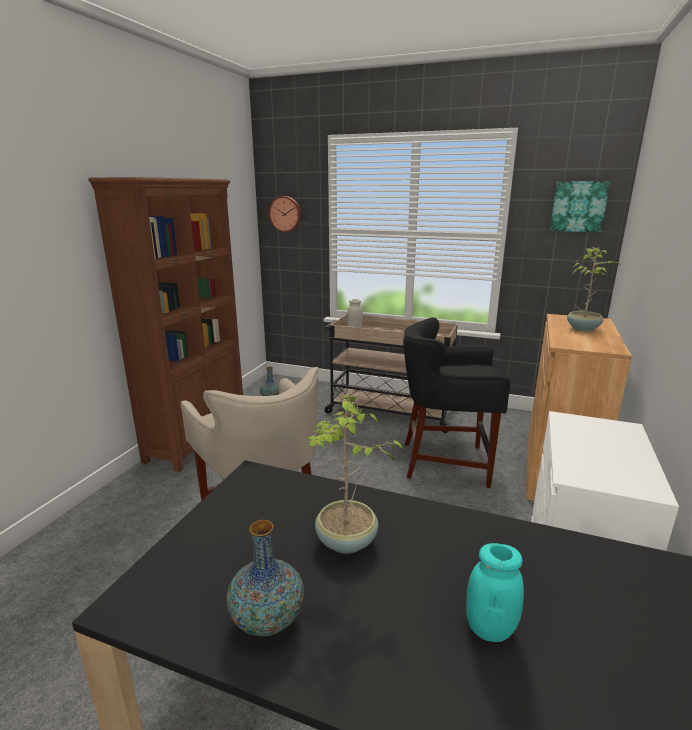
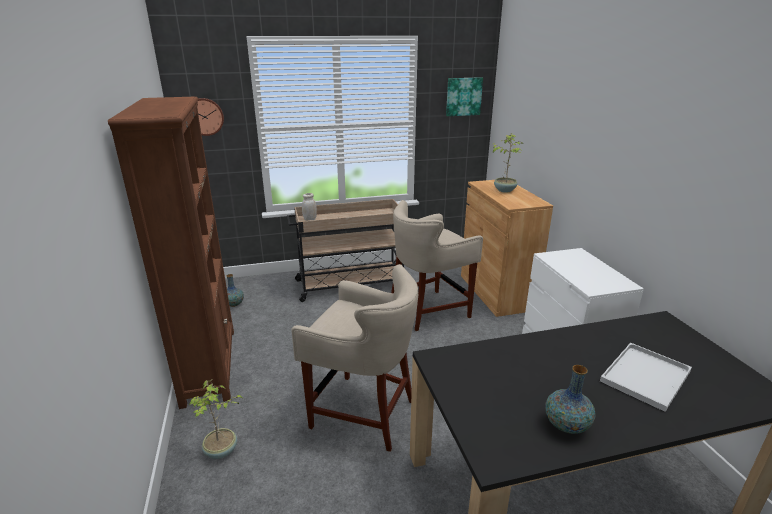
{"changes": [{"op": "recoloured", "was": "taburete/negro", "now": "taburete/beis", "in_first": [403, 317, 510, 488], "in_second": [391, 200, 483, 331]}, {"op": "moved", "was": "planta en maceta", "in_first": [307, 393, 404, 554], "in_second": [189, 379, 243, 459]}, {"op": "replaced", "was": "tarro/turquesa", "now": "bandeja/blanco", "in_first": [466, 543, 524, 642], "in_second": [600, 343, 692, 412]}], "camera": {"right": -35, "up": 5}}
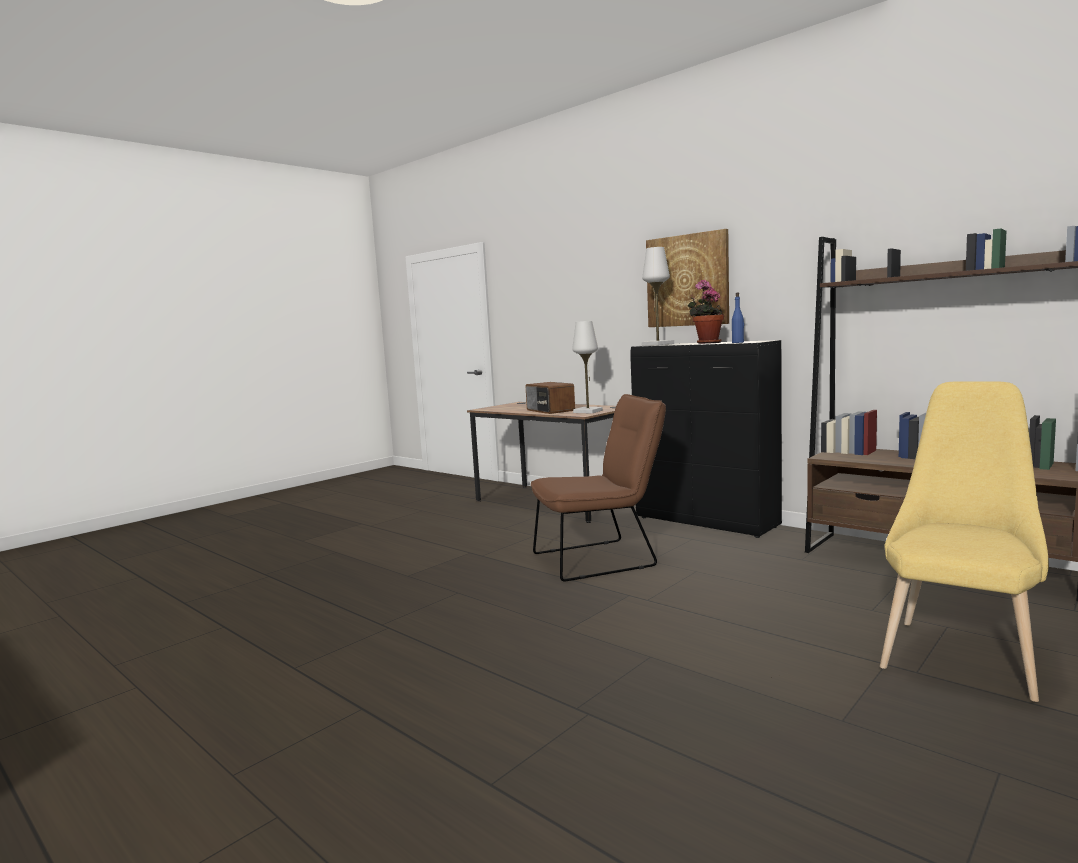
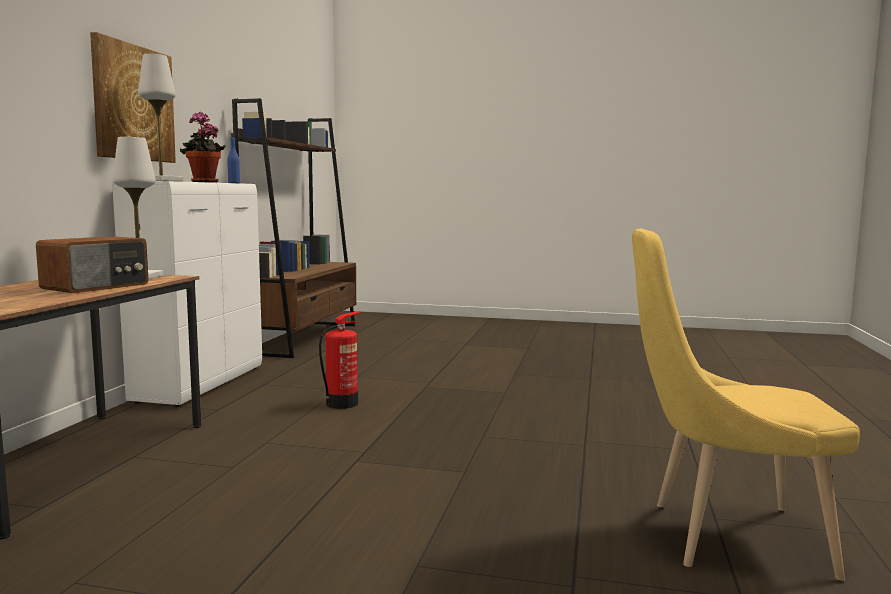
{"changes": [{"op": "recoloured", "was": "armario/negro", "now": "armario/blanco", "in_first": [630, 340, 782, 538], "in_second": [112, 181, 262, 407]}, {"op": "moved", "was": "silla/amarillo", "in_first": [880, 381, 1049, 702], "in_second": [632, 229, 860, 581]}, {"op": "replaced", "was": "silla/marrón", "now": "extintor", "in_first": [531, 394, 666, 581], "in_second": [319, 311, 361, 409]}], "camera": {"right": -120, "up": 0}}
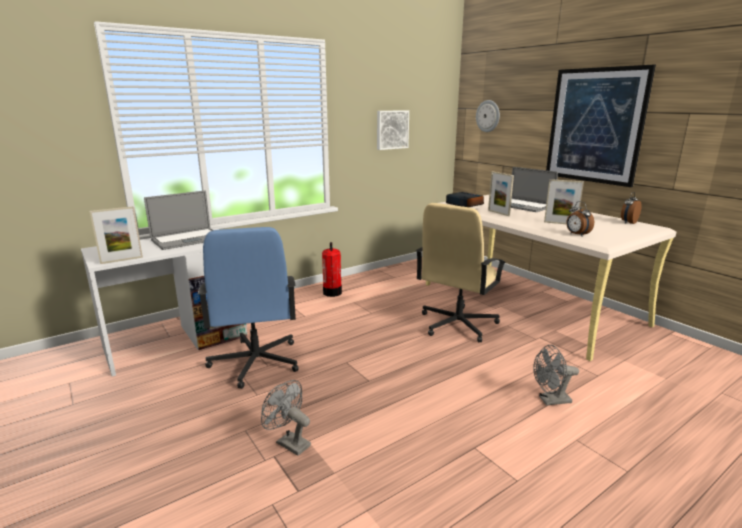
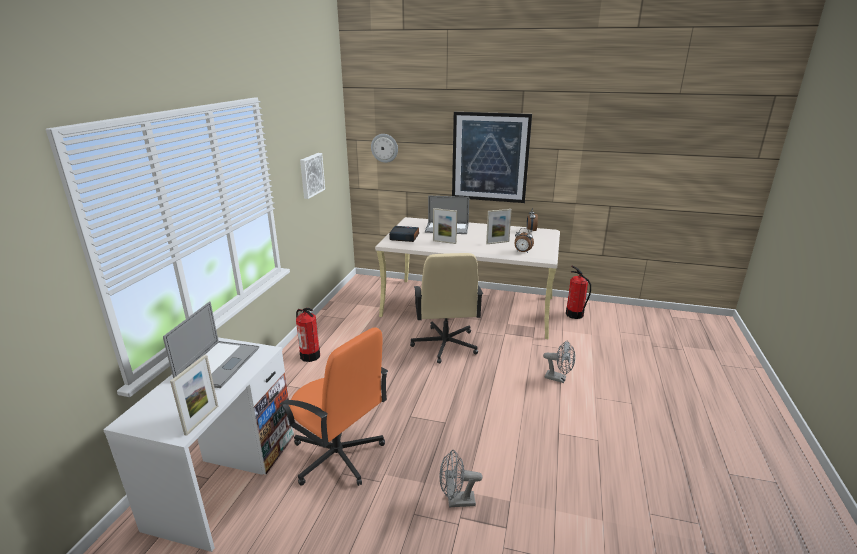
{"changes": [{"op": "recoloured", "was": "silla de oficina/azul", "now": "silla de oficina/naranja", "in_first": [198, 227, 299, 389], "in_second": [279, 327, 388, 486]}, {"op": "turned", "was": "ventilador/gris", "in_first": [533, 345, 579, 406], "in_second": [543, 341, 575, 383], "clockwise": -105}, {"op": "added", "now": "extintor", "in_second": [566, 266, 591, 319]}], "camera": {"right": -40, "up": 5}}
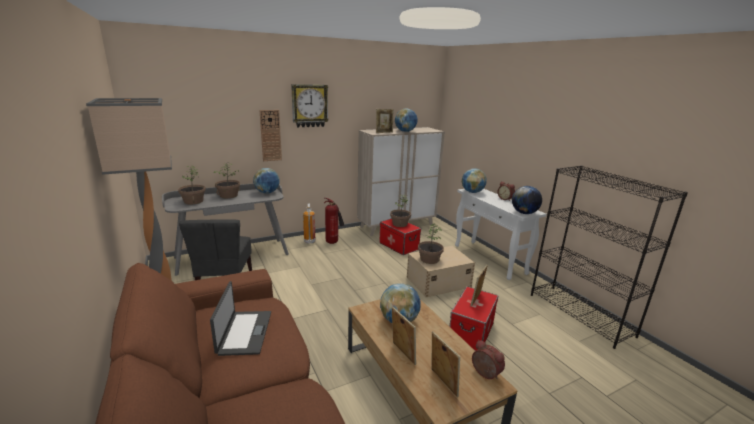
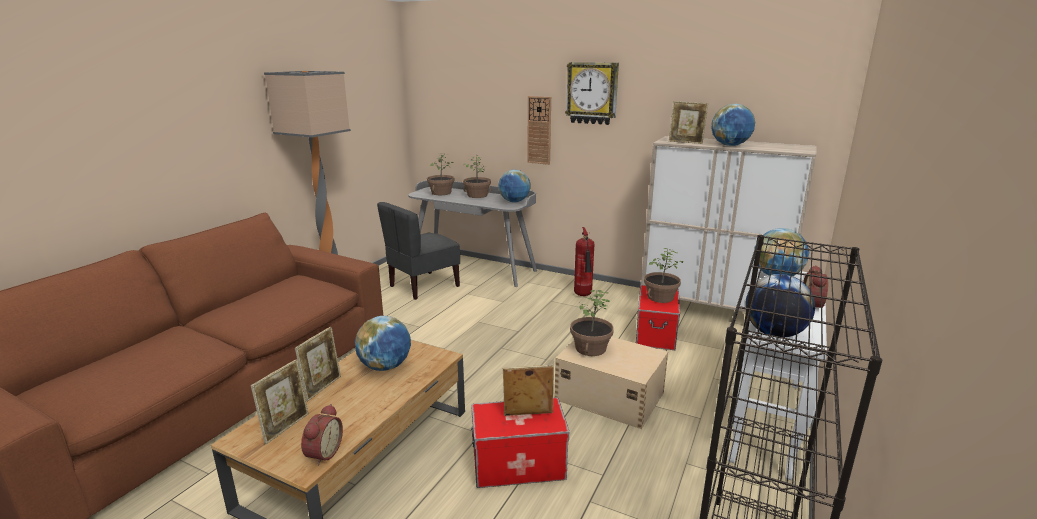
{"changes": [{"op": "removed", "was": "extintor", "in_first": [303, 203, 316, 244]}, {"op": "removed", "was": "portátil", "in_first": [210, 281, 271, 356]}], "camera": {"right": 55, "up": 0}}
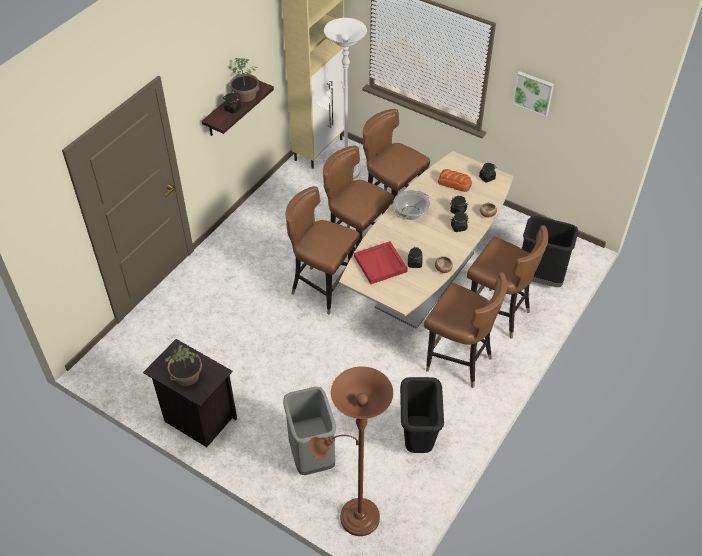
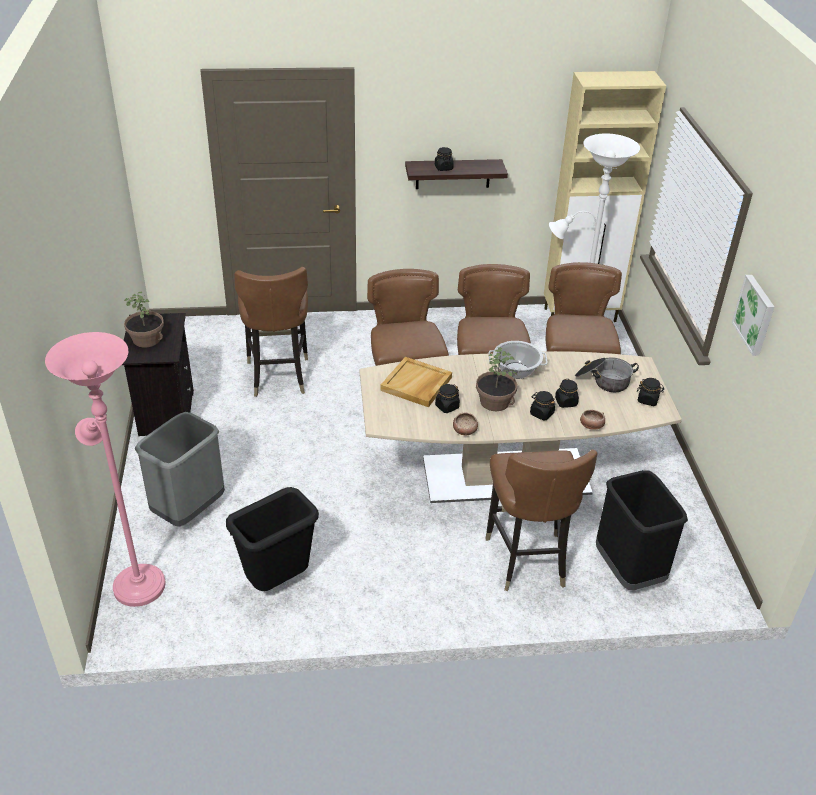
{"changes": [{"op": "moved", "was": "planta en maceta", "in_first": [229, 58, 260, 102], "in_second": [476, 347, 517, 411]}, {"op": "replaced", "was": "pan", "now": "olla", "in_first": [438, 169, 472, 192], "in_second": [575, 357, 639, 392]}, {"op": "recoloured", "was": "bandeja/rojo", "now": "bandeja/beis", "in_first": [354, 241, 408, 284], "in_second": [380, 357, 452, 407]}, {"op": "moved", "was": "silla/marrón", "in_first": [424, 272, 507, 388], "in_second": [234, 267, 308, 397]}, {"op": "recoloured", "was": "lámpara de pie/marrón", "now": "lámpara de pie/rosa", "in_first": [308, 367, 393, 536], "in_second": [45, 332, 166, 607]}], "camera": {"right": 50, "up": -10}}
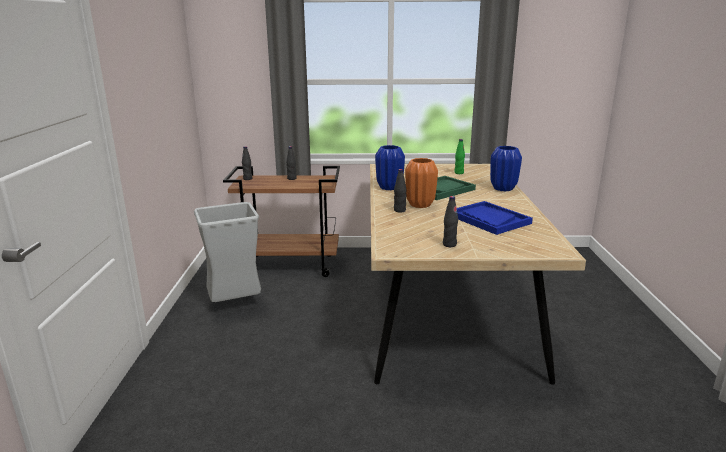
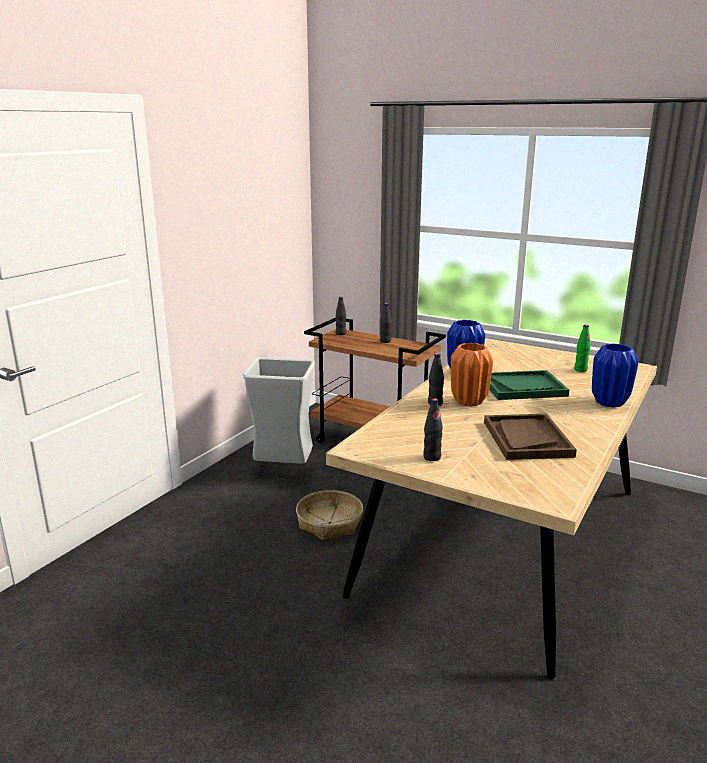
{"changes": [{"op": "recoloured", "was": "bandeja/azul", "now": "bandeja/marrón", "in_first": [457, 201, 533, 235], "in_second": [484, 414, 577, 460]}, {"op": "added", "now": "cesta", "in_second": [296, 490, 363, 540]}], "camera": {"right": 30, "up": 0}}
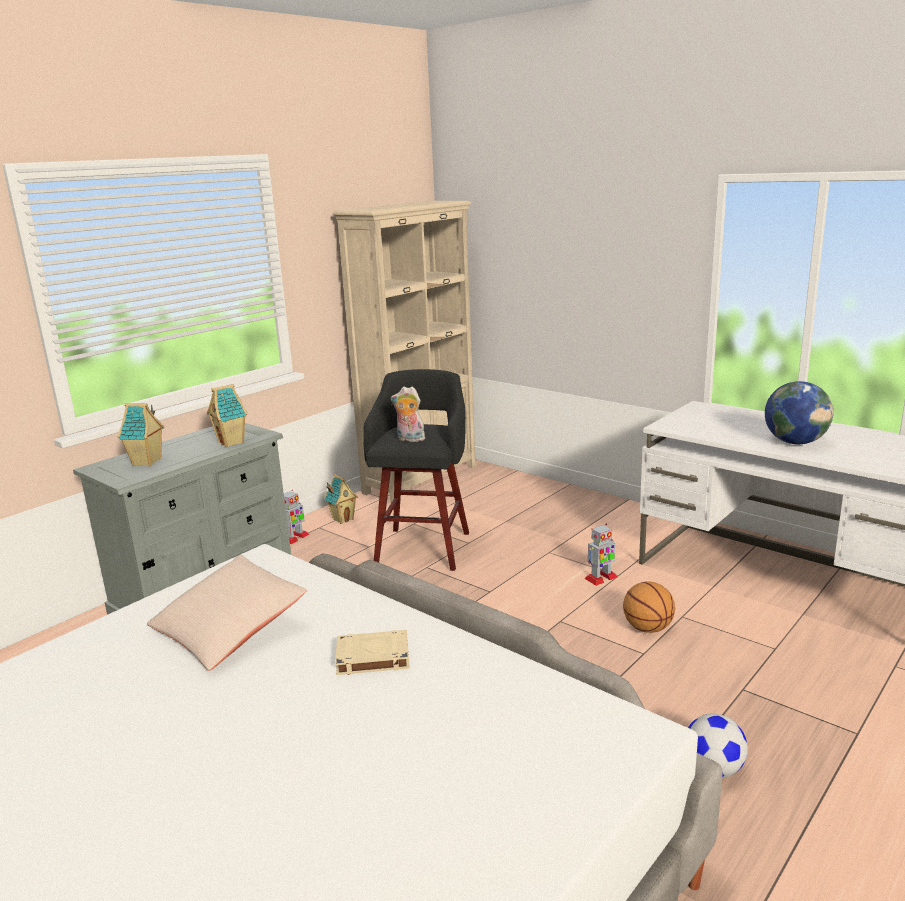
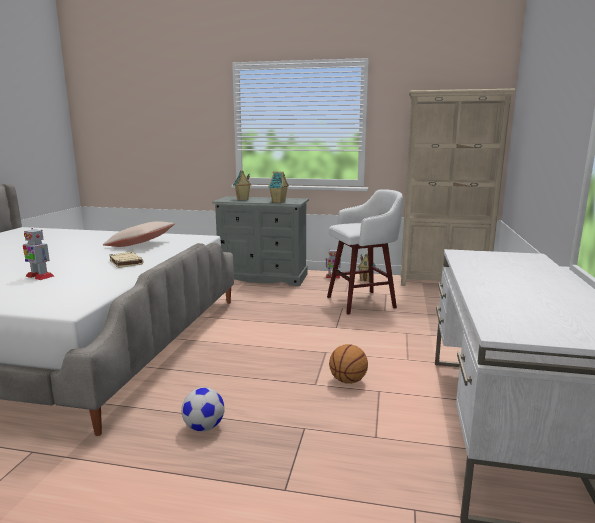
{"changes": [{"op": "recoloured", "was": "taburete/negro", "now": "taburete/blanco", "in_first": [363, 369, 469, 571], "in_second": [327, 189, 403, 315]}, {"op": "removed", "was": "globo terráqueo", "in_first": [765, 381, 833, 444]}, {"op": "removed", "was": "peluche", "in_first": [391, 387, 425, 442]}, {"op": "moved", "was": "robot de juguete", "in_first": [584, 524, 617, 586], "in_second": [23, 228, 54, 280]}], "camera": {"right": 60, "up": -5}}
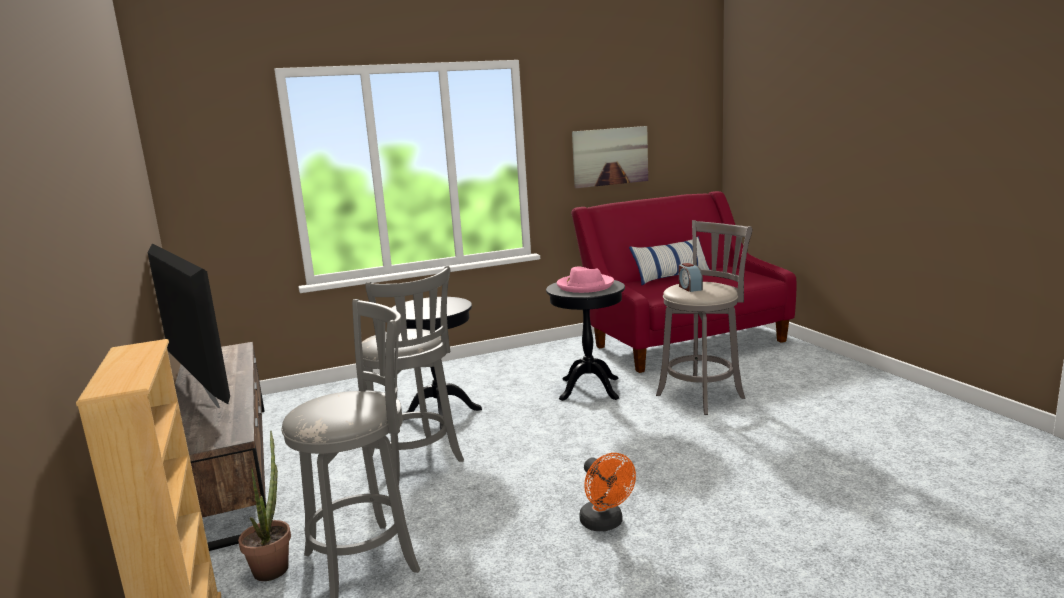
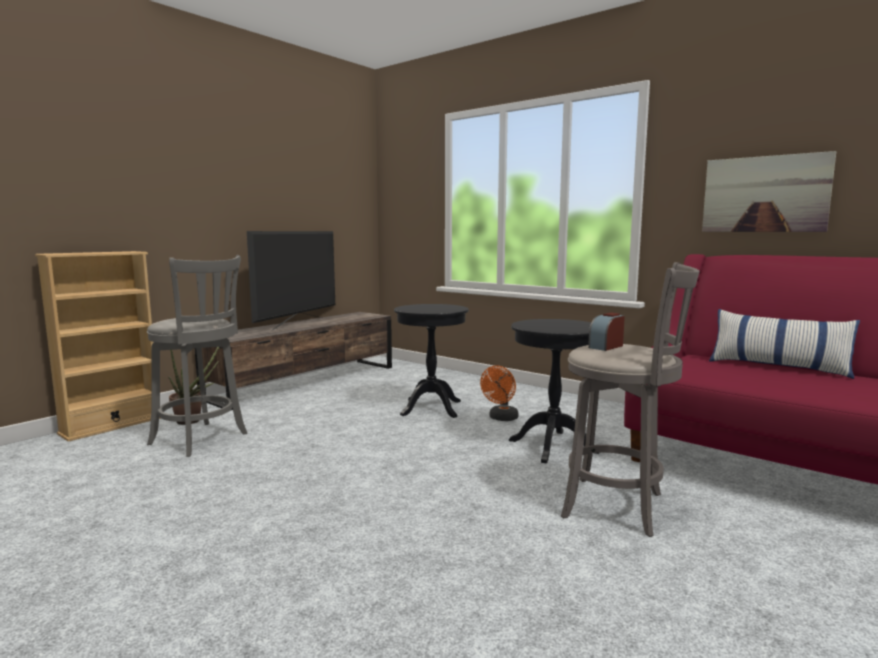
{"changes": [{"op": "removed", "was": "taburete/gris", "in_first": [362, 266, 464, 485]}, {"op": "removed", "was": "sombrero/rosa", "in_first": [557, 267, 614, 293]}, {"op": "moved", "was": "ventilador/naranja", "in_first": [579, 453, 636, 531], "in_second": [480, 365, 518, 421]}], "camera": {"right": 60, "up": -5}}
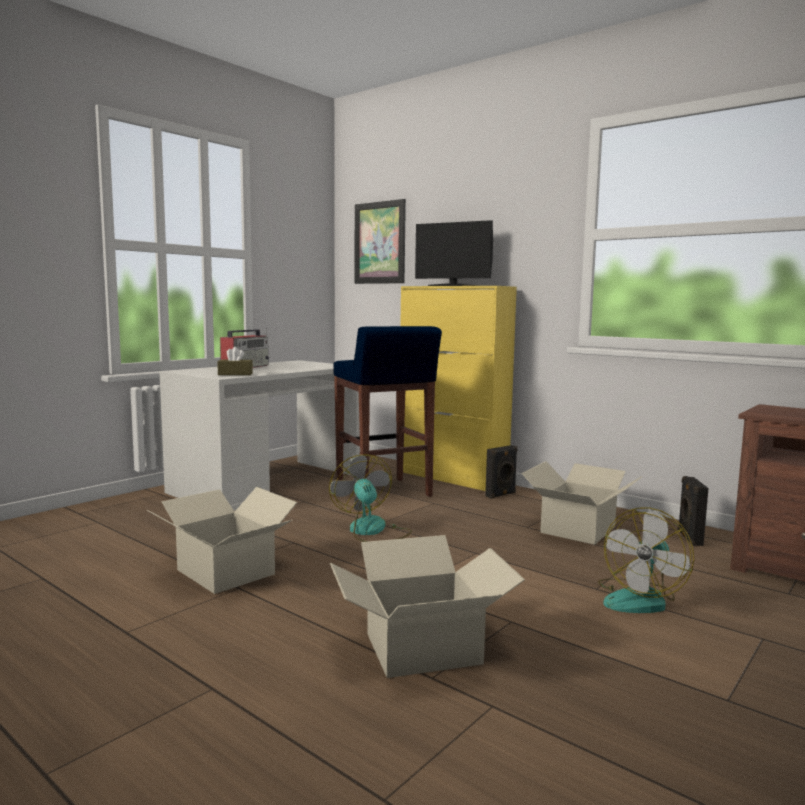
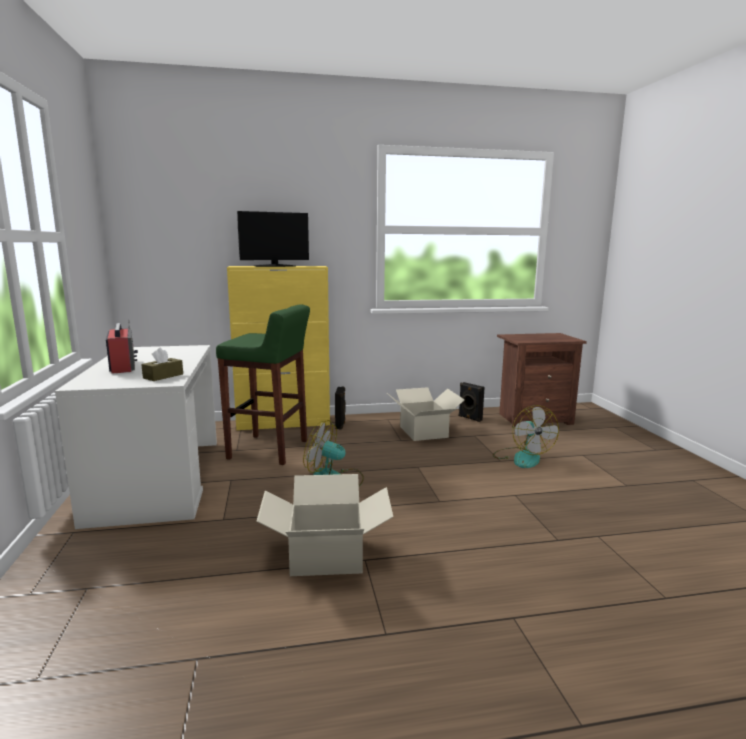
{"changes": [{"op": "removed", "was": "cuadro", "in_first": [354, 199, 406, 284]}, {"op": "recoloured", "was": "taburete/azul", "now": "taburete/verde", "in_first": [333, 326, 442, 497], "in_second": [216, 304, 310, 465]}, {"op": "removed", "was": "caja de cartón", "in_first": [330, 535, 525, 678]}], "camera": {"right": -50, "up": 5}}
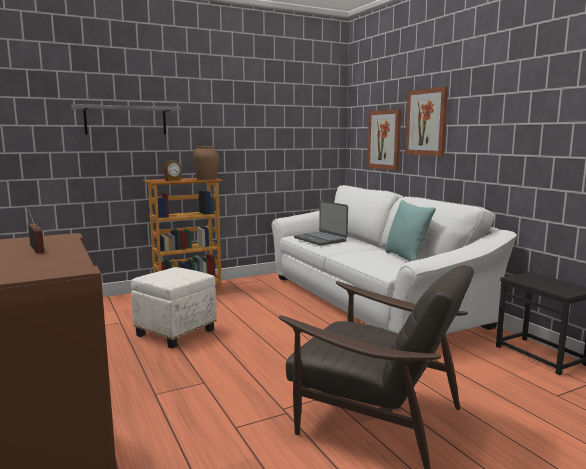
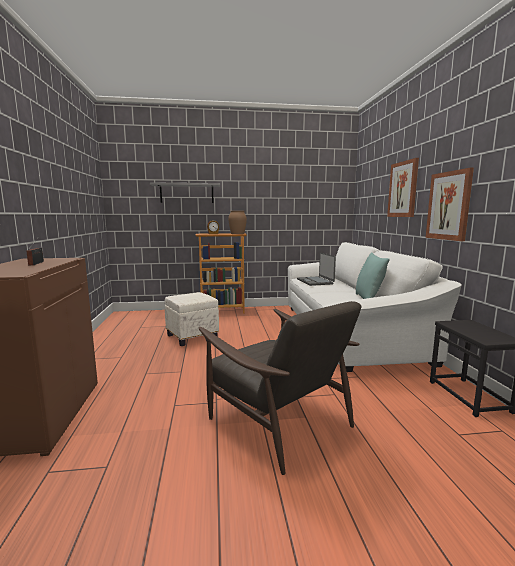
{"changes": [{"op": "moved", "was": "cuadro", "in_first": [367, 109, 401, 170], "in_second": [426, 168, 474, 241]}], "camera": {"right": 20, "up": 0}}
